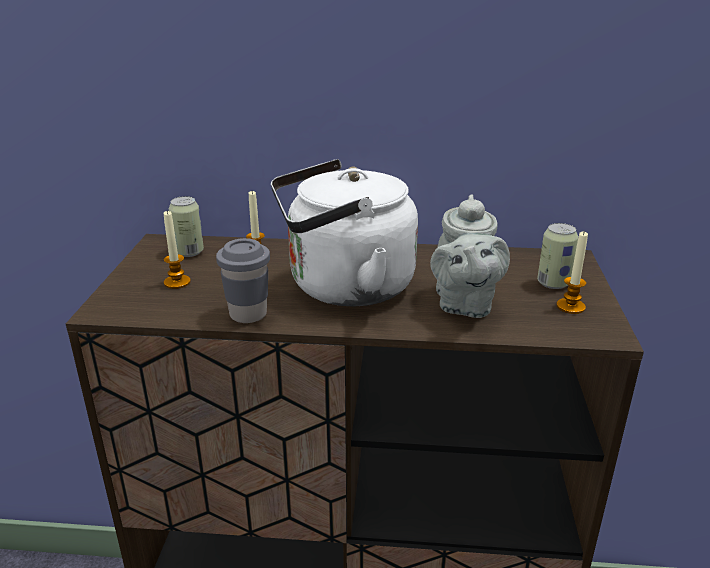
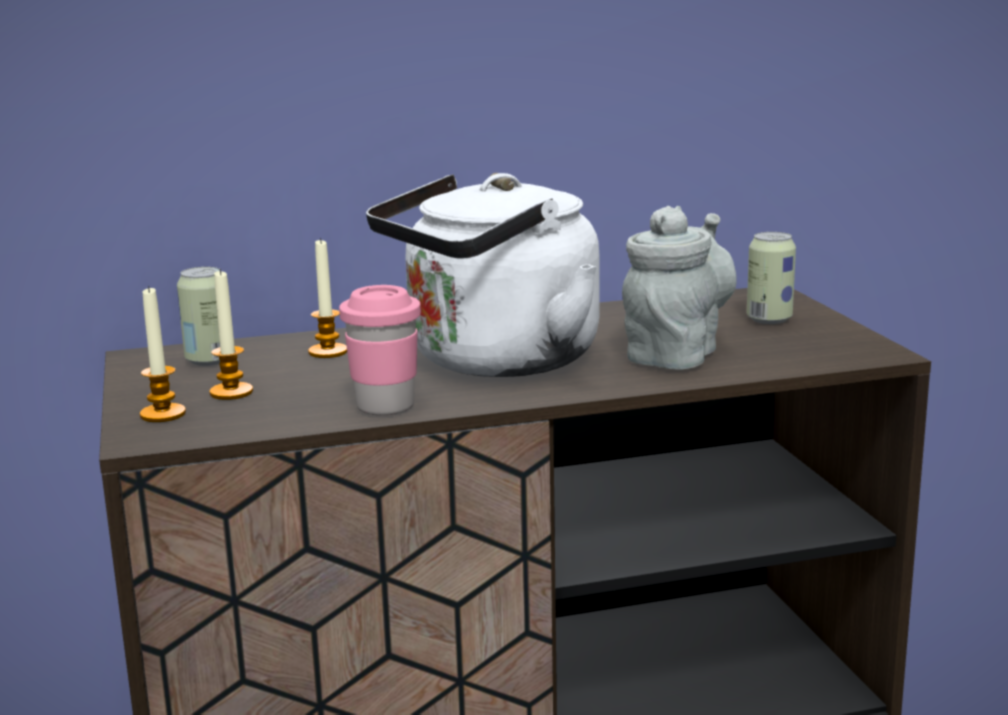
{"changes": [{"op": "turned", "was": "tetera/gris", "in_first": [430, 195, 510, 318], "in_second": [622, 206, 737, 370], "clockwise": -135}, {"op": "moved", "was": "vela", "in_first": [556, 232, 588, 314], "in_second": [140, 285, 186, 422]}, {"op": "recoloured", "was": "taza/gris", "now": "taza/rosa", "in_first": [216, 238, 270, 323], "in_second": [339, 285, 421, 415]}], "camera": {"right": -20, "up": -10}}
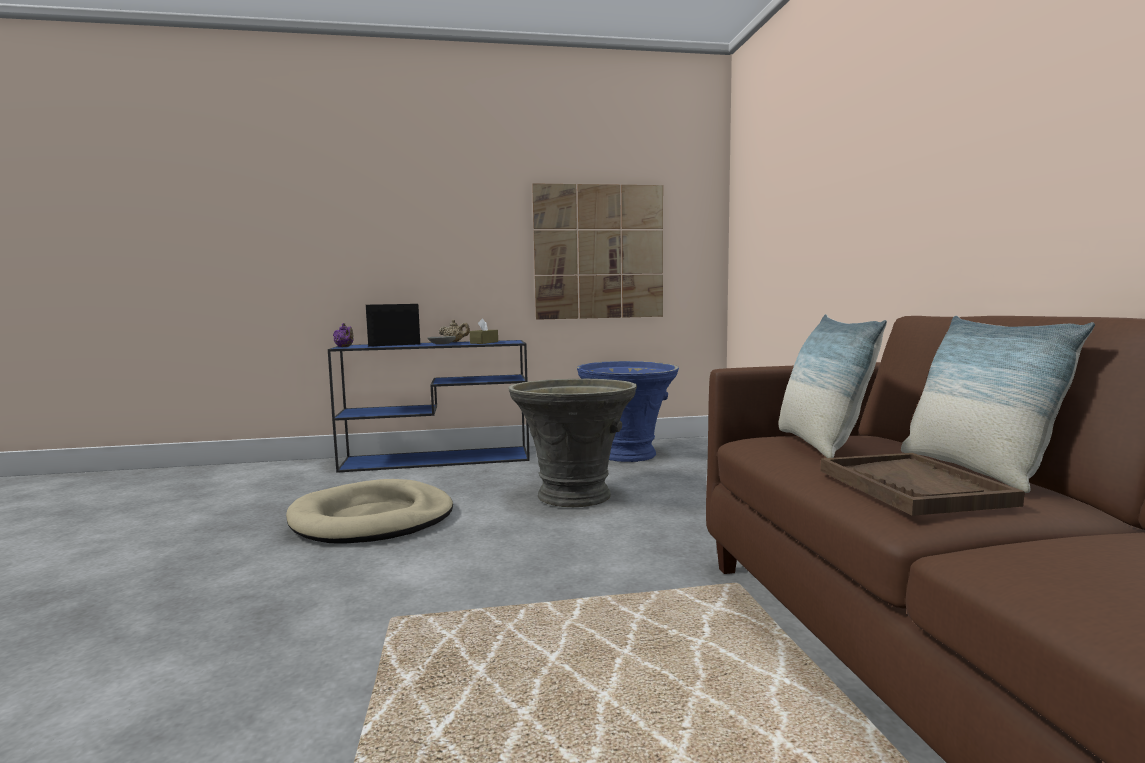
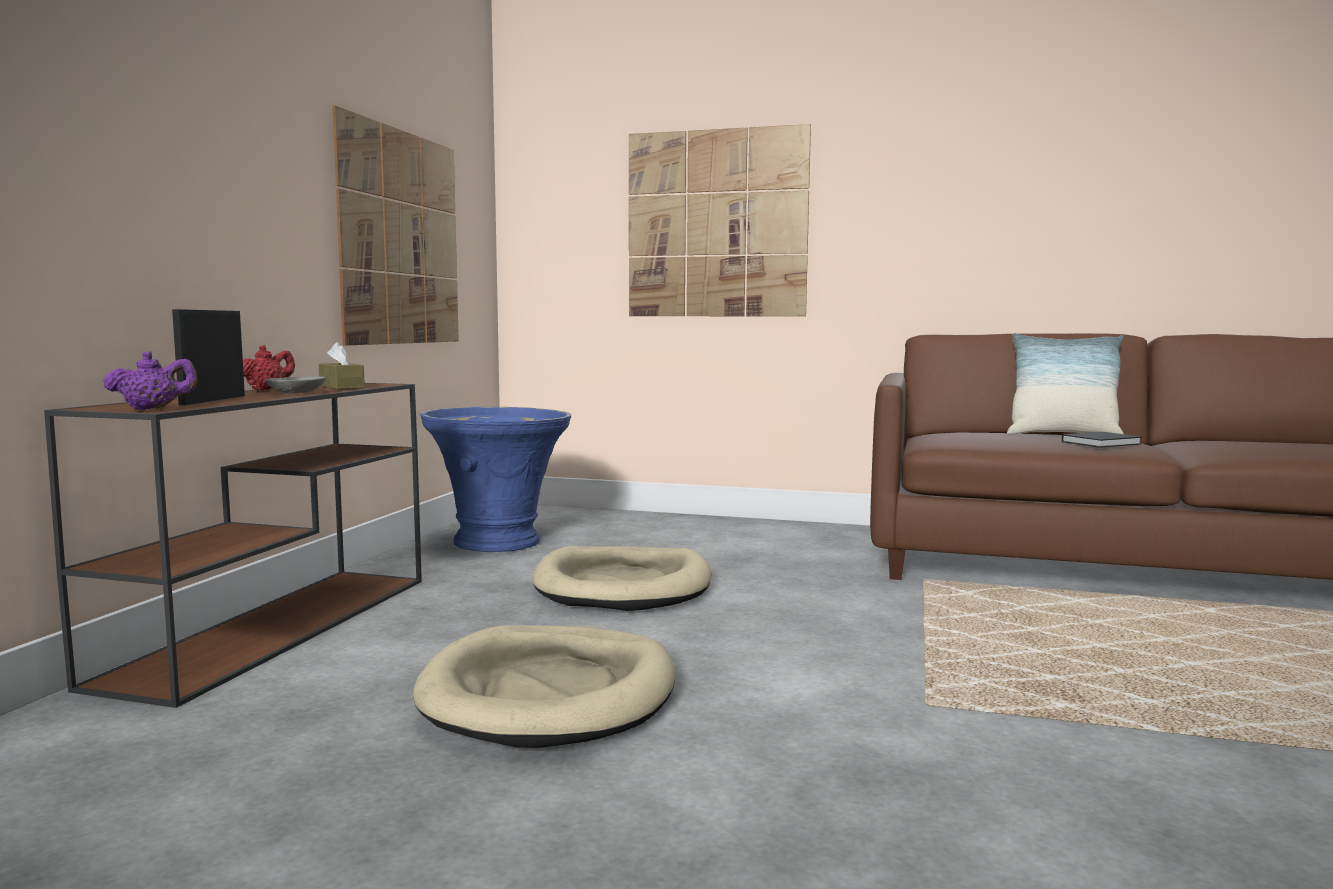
{"changes": [{"op": "removed", "was": "cojín", "in_first": [779, 314, 887, 458]}, {"op": "recoloured", "was": "tetera/beis", "now": "tetera/rojo", "in_first": [439, 320, 470, 342], "in_second": [243, 345, 295, 391]}, {"op": "recoloured", "was": "mesa consola/azul", "now": "mesa consola/marrón", "in_first": [328, 340, 530, 473], "in_second": [44, 383, 422, 708]}, {"op": "replaced", "was": "maceta/gris", "now": "cama para perro/beis", "in_first": [508, 379, 637, 507], "in_second": [533, 546, 711, 611]}, {"op": "replaced", "was": "bandeja/marrón", "now": "libro/negro", "in_first": [821, 453, 1025, 516], "in_second": [1062, 432, 1142, 448]}, {"op": "added", "now": "cuadro", "in_second": [629, 124, 811, 317]}], "camera": {"right": -65, "up": 0}}
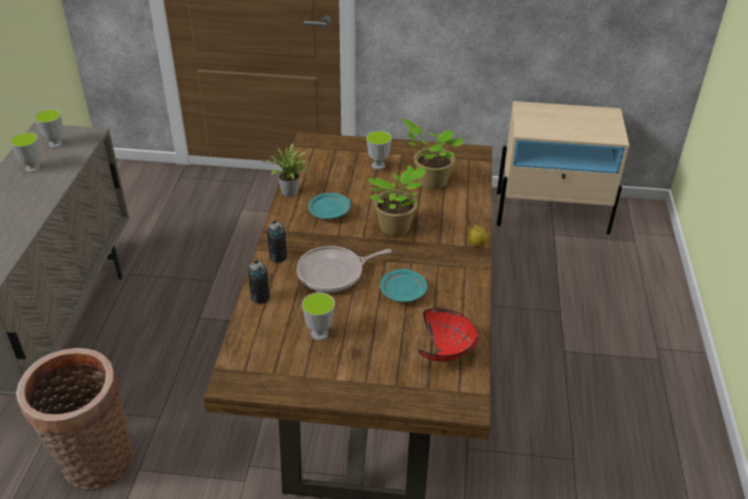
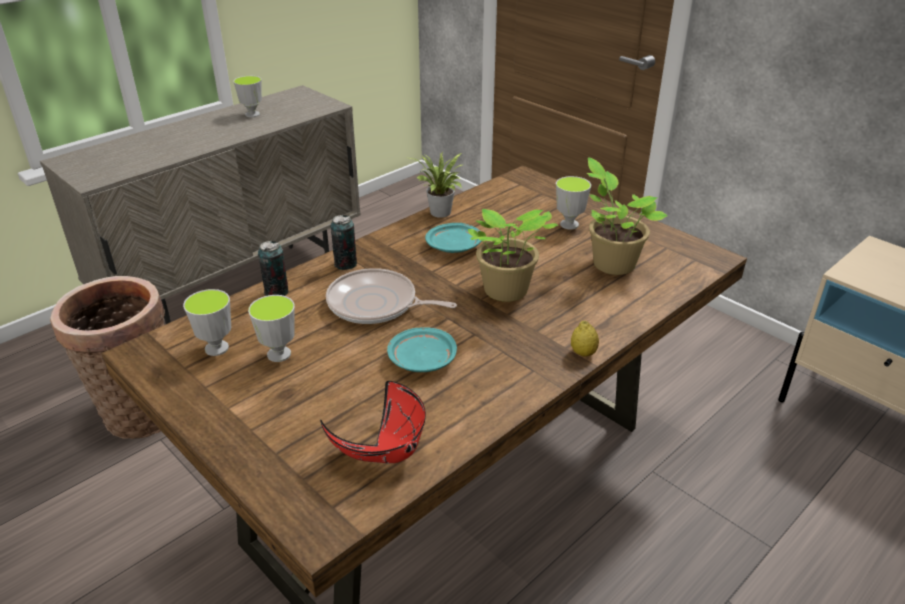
{"changes": [{"op": "moved", "was": "taza", "in_first": [35, 109, 63, 148], "in_second": [183, 289, 231, 356]}], "camera": {"right": 40, "up": -5}}
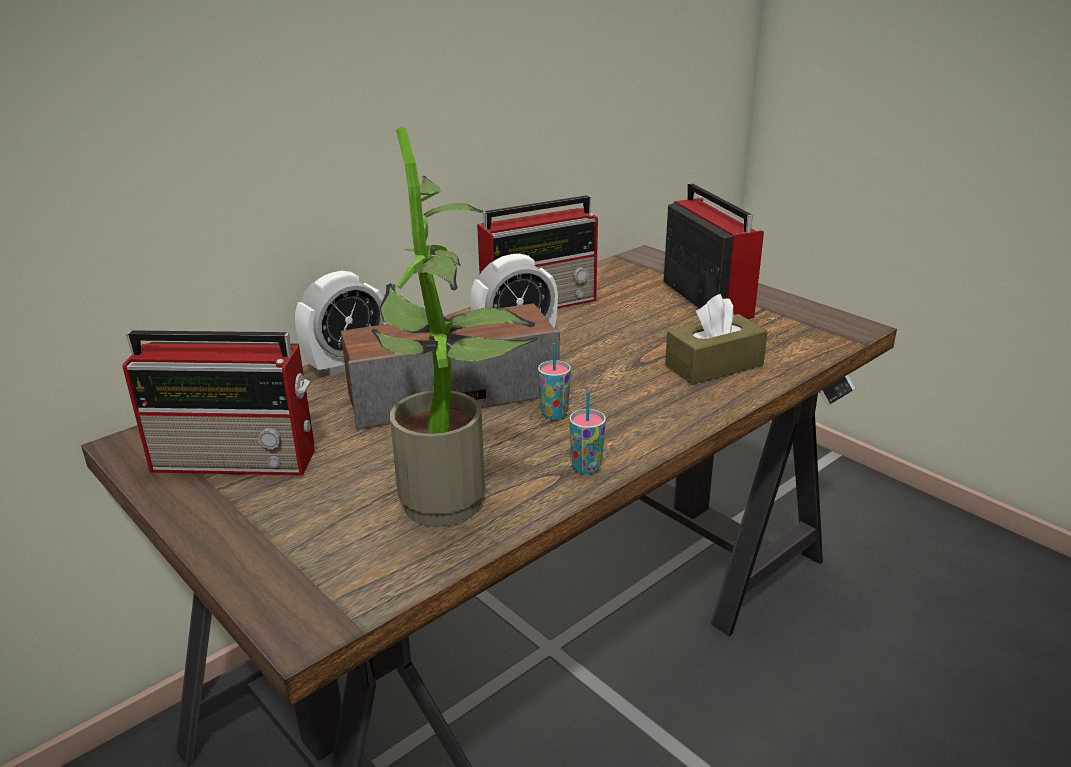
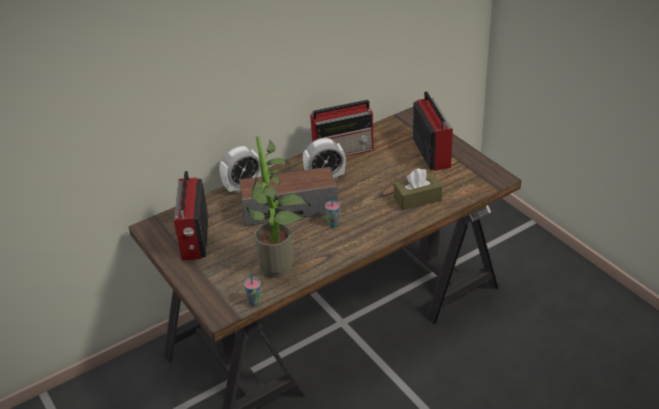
{"changes": [{"op": "turned", "was": "radio", "in_first": [122, 330, 315, 476], "in_second": [174, 171, 209, 261], "clockwise": 75}, {"op": "moved", "was": "taza", "in_first": [569, 391, 606, 475], "in_second": [244, 273, 261, 306]}], "camera": {"right": 10, "up": 10}}
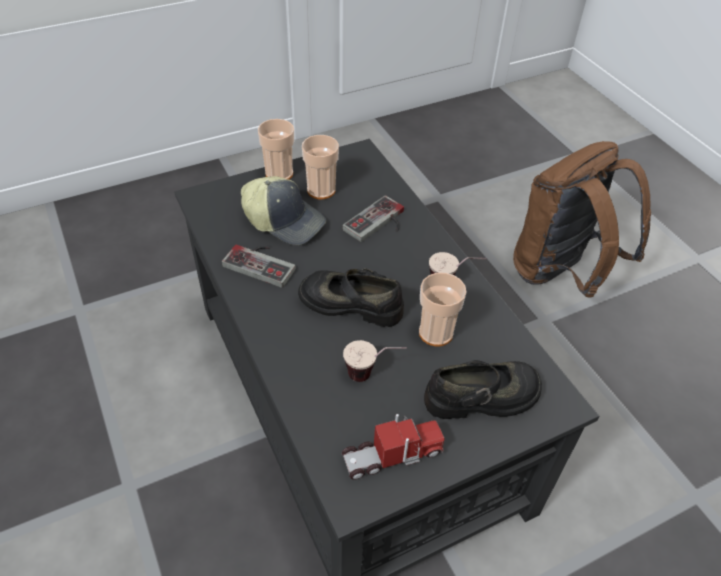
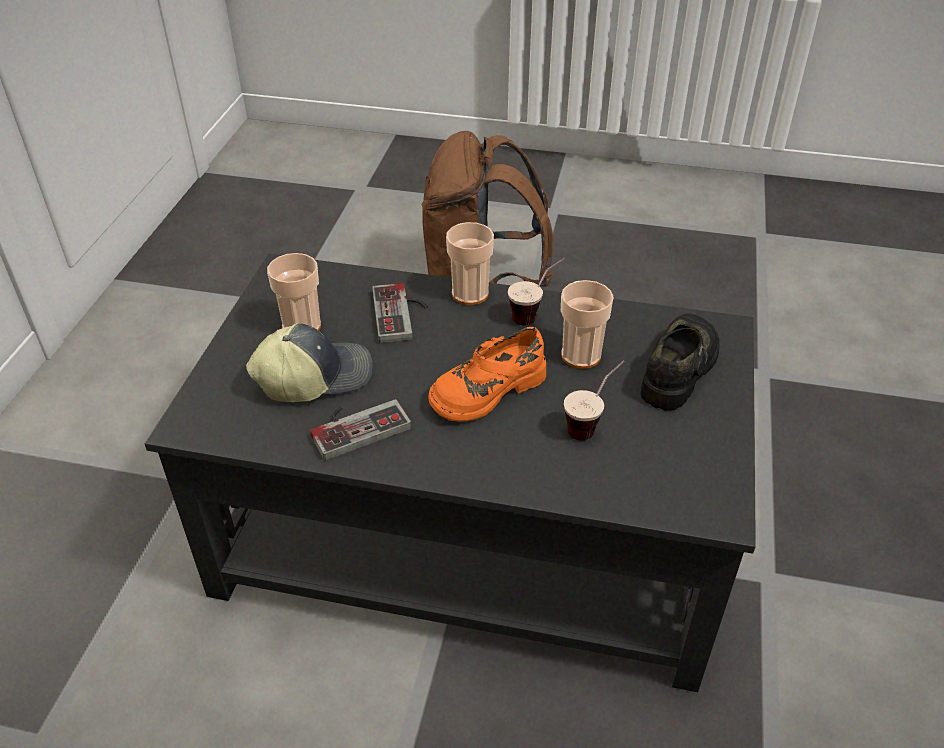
{"changes": [{"op": "moved", "was": "taza", "in_first": [258, 119, 294, 179], "in_second": [446, 222, 494, 305]}, {"op": "recoloured", "was": "zapato/negro", "now": "zapato/naranja", "in_first": [298, 268, 404, 327], "in_second": [428, 327, 546, 422]}, {"op": "removed", "was": "camión de juguete", "in_first": [342, 414, 445, 480]}], "camera": {"right": -50, "up": -5}}
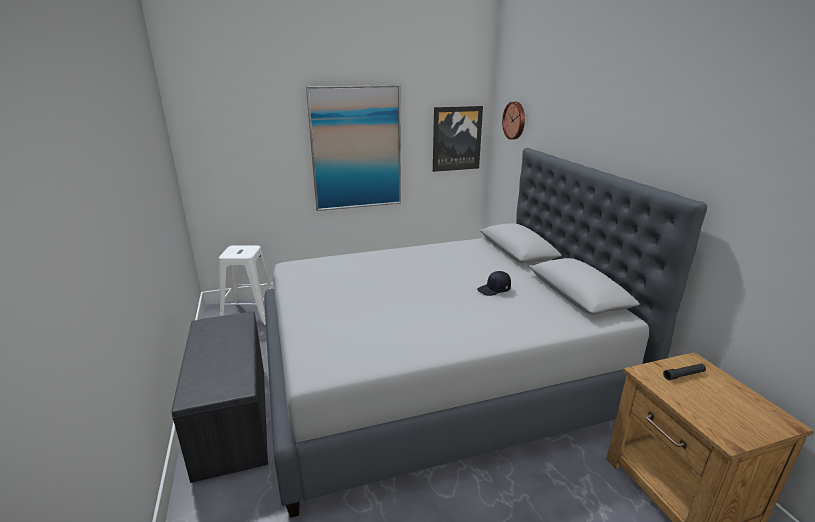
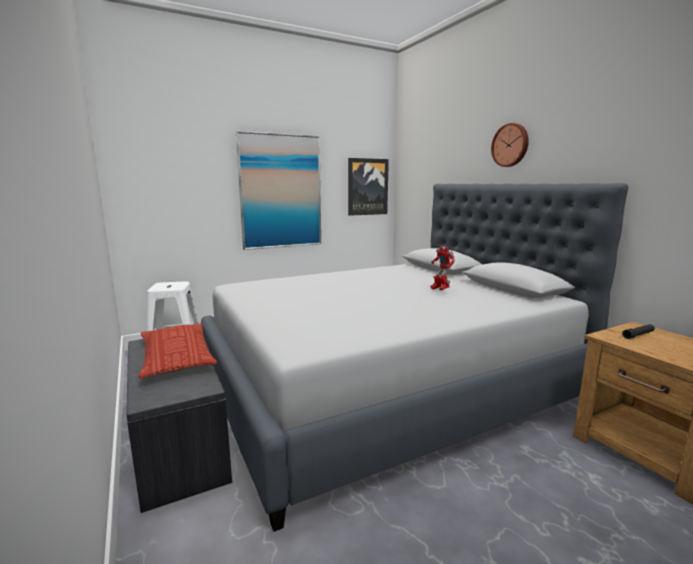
{"changes": [{"op": "moved", "was": "reloj de pared", "in_first": [502, 102, 525, 140], "in_second": [491, 123, 529, 167]}, {"op": "replaced", "was": "gorra/negro", "now": "robot de juguete", "in_first": [477, 271, 511, 296], "in_second": [431, 246, 455, 290]}, {"op": "added", "now": "cojín", "in_second": [138, 323, 217, 379]}], "camera": {"right": -10, "up": -10}}
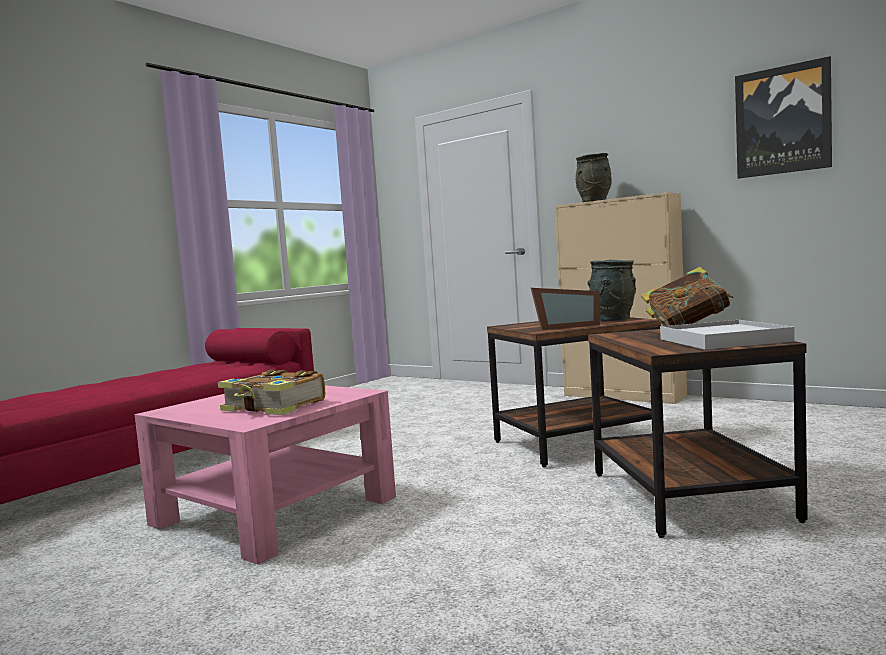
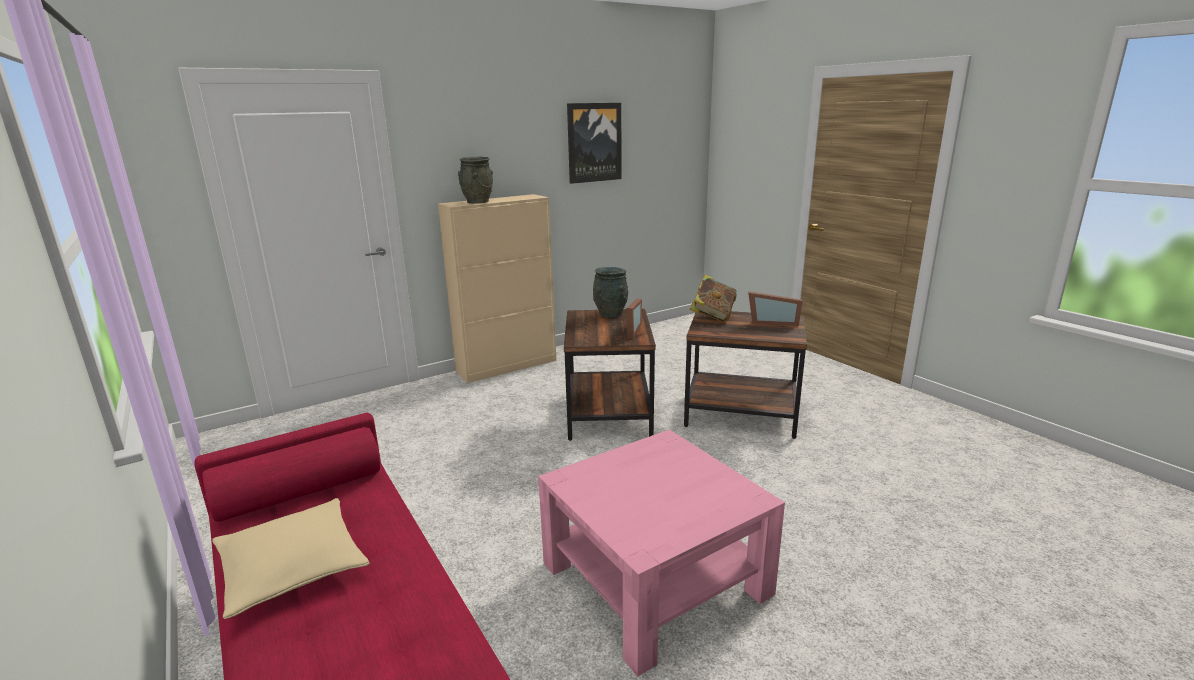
{"changes": [{"op": "replaced", "was": "bandeja/blanco", "now": "portarretratos", "in_first": [660, 320, 795, 350], "in_second": [748, 291, 803, 326]}, {"op": "removed", "was": "libro", "in_first": [218, 370, 325, 415]}, {"op": "added", "now": "cojín/beis", "in_second": [212, 498, 370, 619]}], "camera": {"right": -70, "up": 15}}
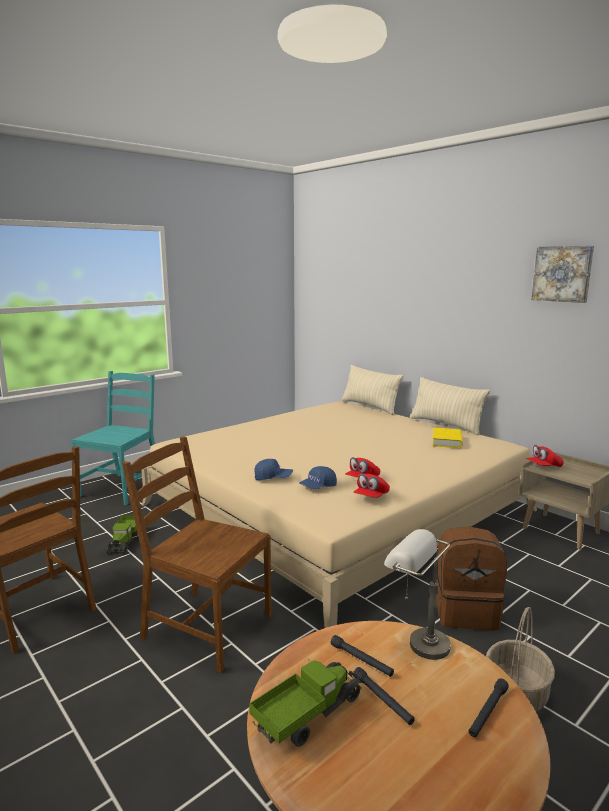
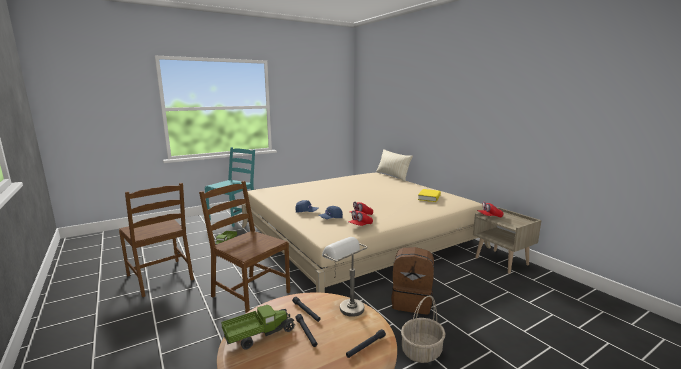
{"changes": [{"op": "removed", "was": "cuadro", "in_first": [531, 246, 594, 303]}, {"op": "removed", "was": "cojín/beis", "in_first": [410, 377, 490, 435]}], "camera": {"right": 10, "up": 0}}
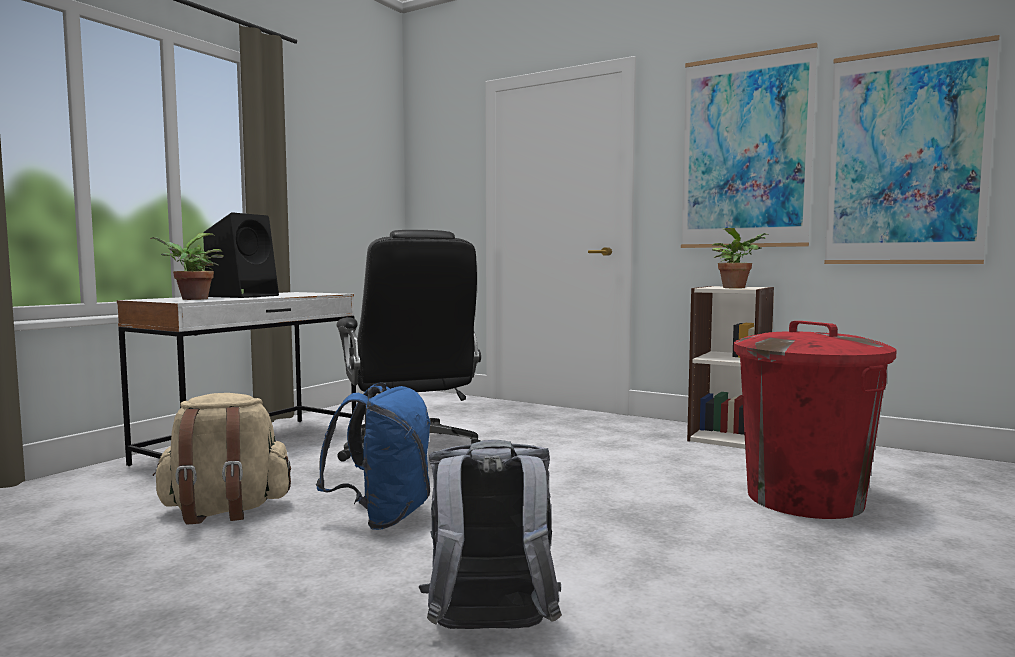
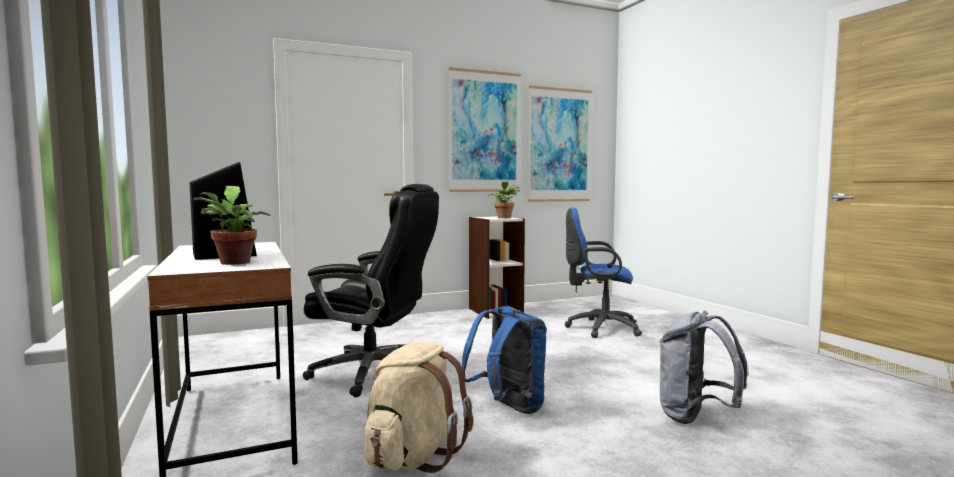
{"changes": [{"op": "replaced", "was": "papelera/rojo", "now": "silla de oficina/azul", "in_first": [733, 321, 897, 519], "in_second": [565, 207, 642, 338]}], "camera": {"right": -55, "up": 0}}
